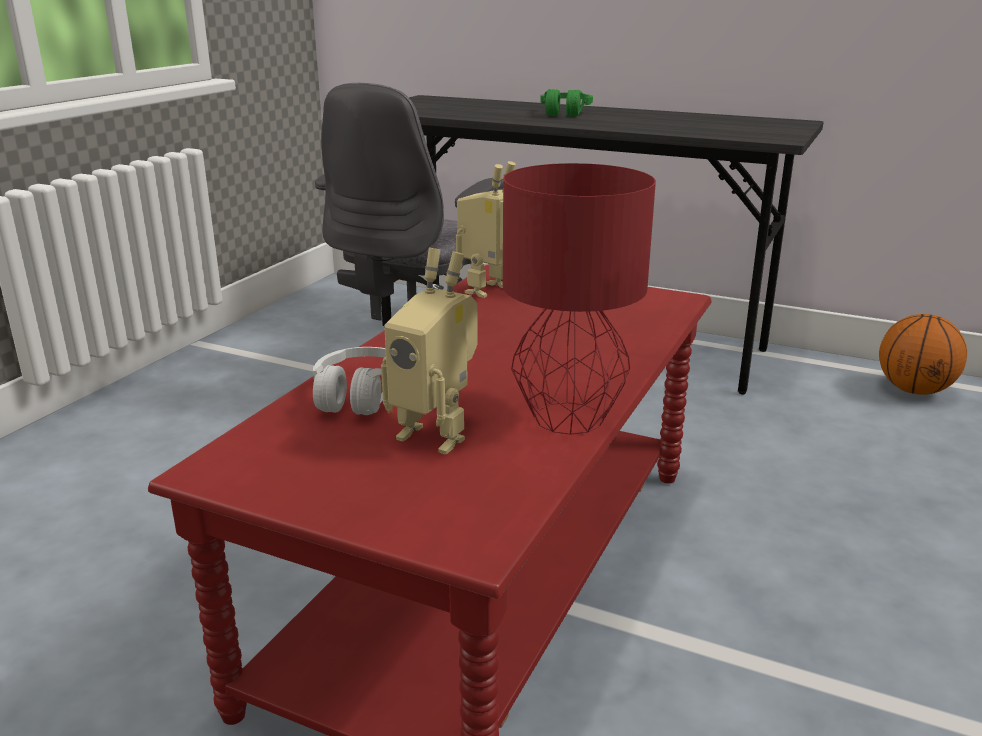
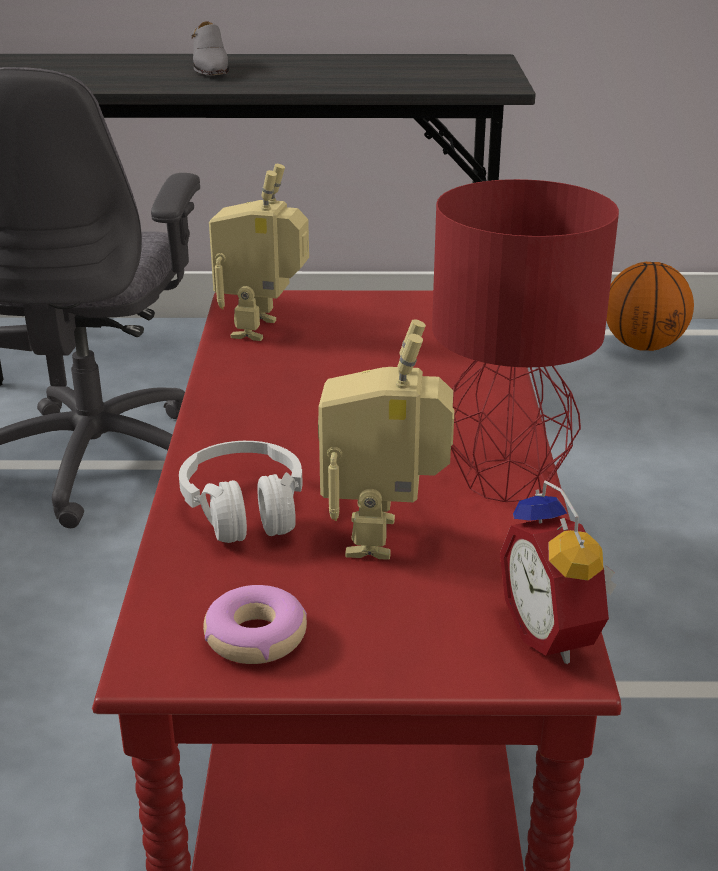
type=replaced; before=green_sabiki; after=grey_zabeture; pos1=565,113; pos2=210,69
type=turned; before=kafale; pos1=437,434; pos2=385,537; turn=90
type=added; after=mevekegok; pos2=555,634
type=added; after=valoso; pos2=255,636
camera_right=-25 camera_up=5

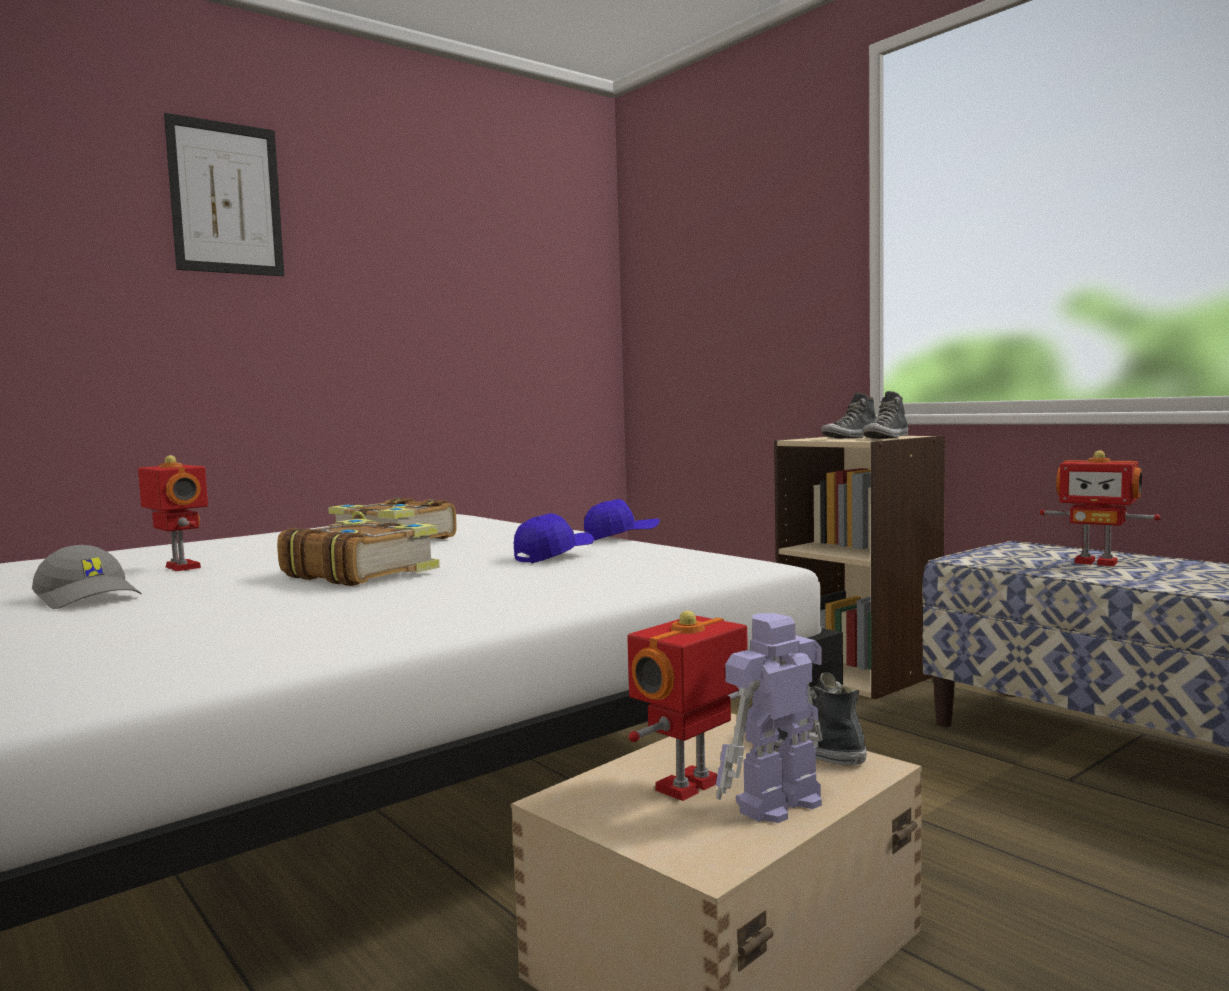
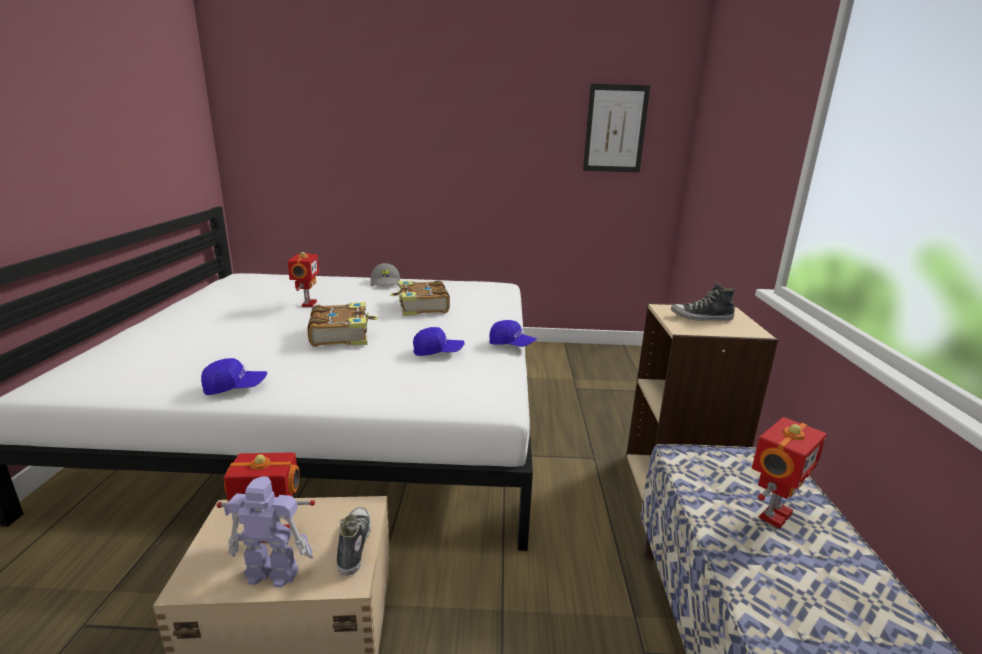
type=moved; before=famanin; pos1=226,198; pos2=615,129
type=removed; before=zabeture; pos1=887,438
type=turned; before=kafale; pos1=1096,562; pos2=772,514; turn=-120
type=moved; before=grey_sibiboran; pos1=89,597; pos2=386,283
type=added; after=blue_sibiboran; pos2=235,387
camera_right=40 camera_up=15

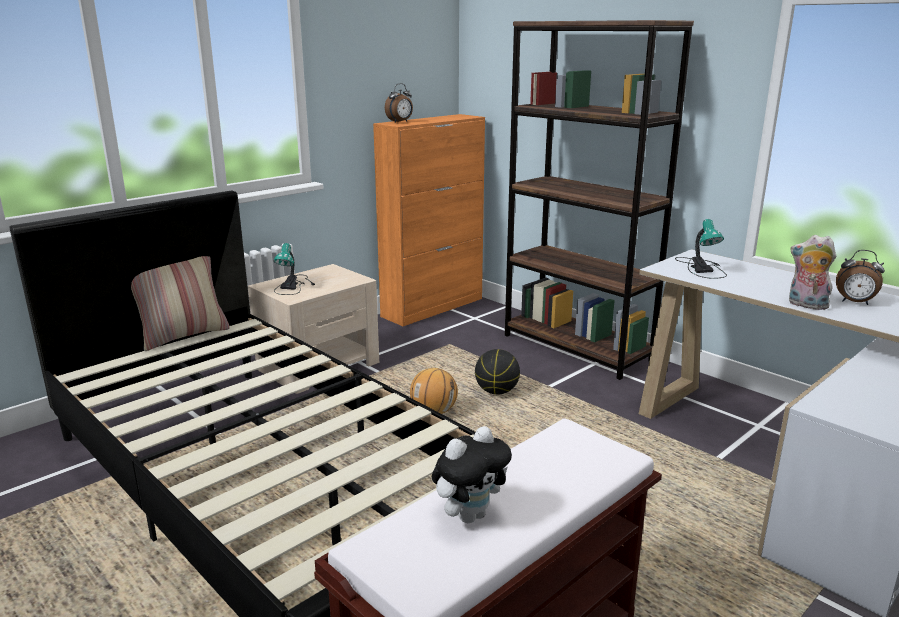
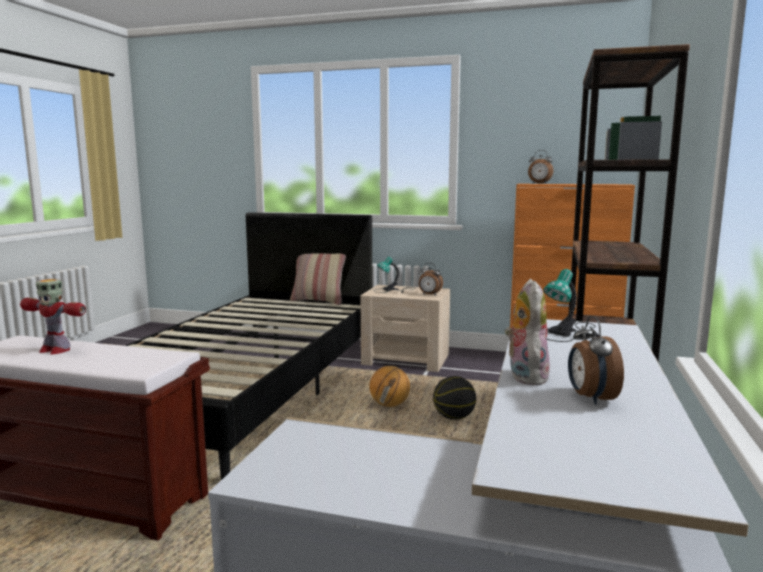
type=replaced; before=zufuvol; after=kafale; pos1=470,515; pos2=55,350
type=added; after=mevekegok; pos2=429,294
camera_right=60 camera_up=-10

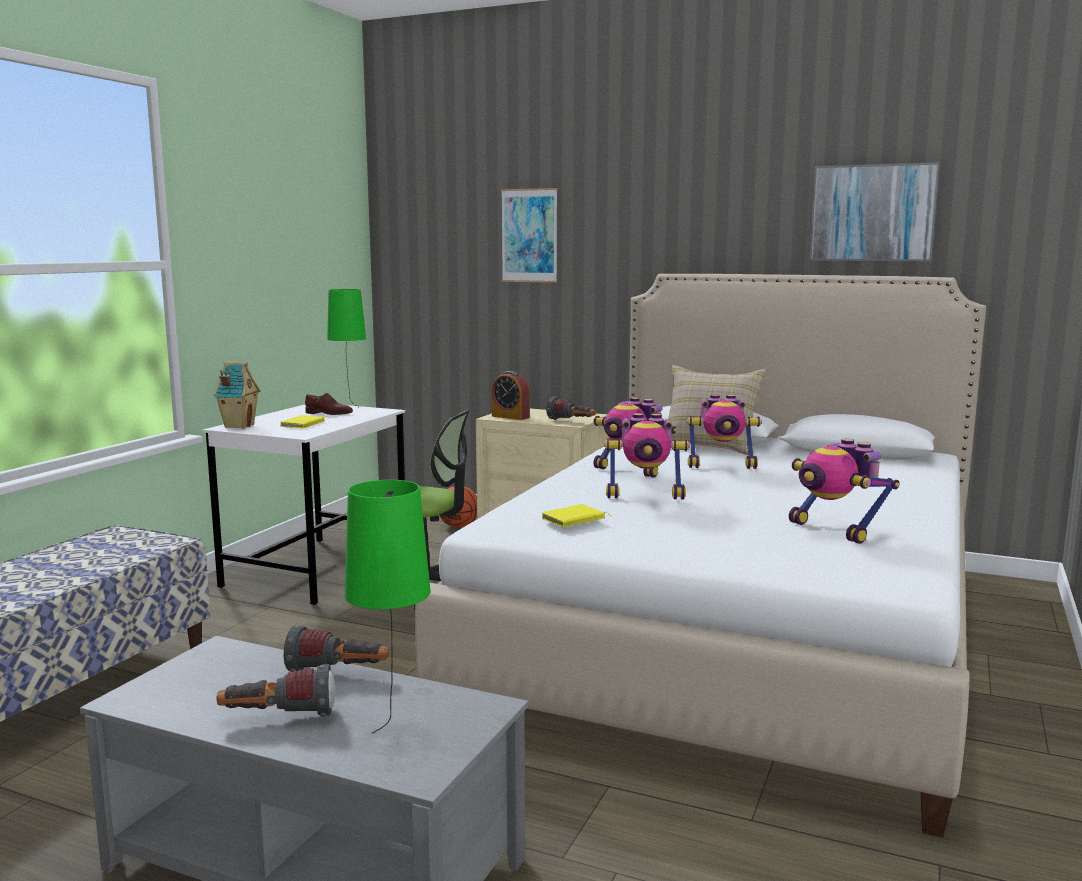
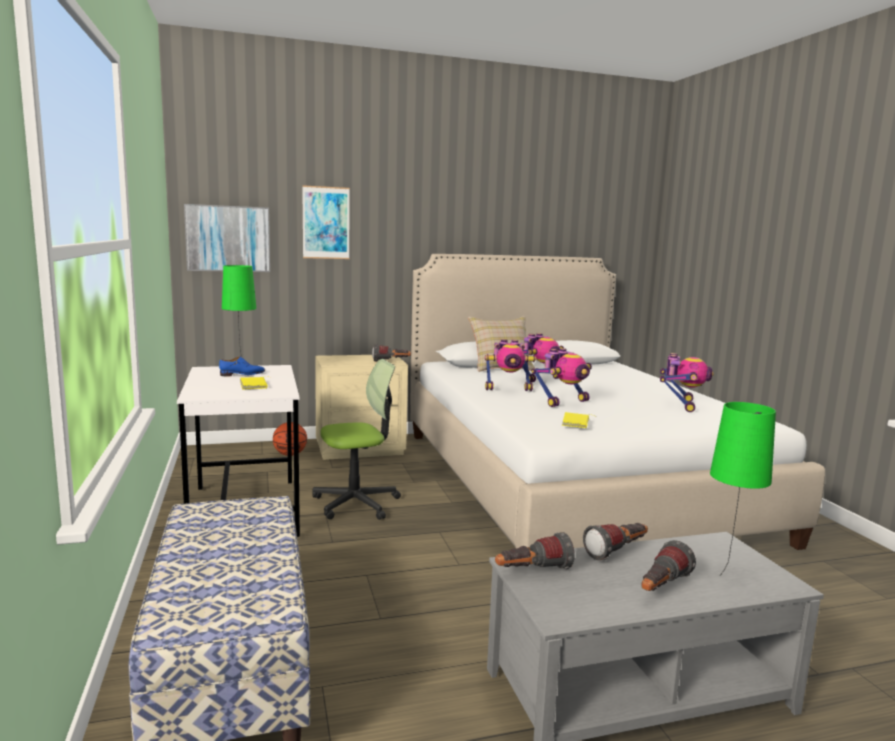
type=moved; before=famanin; pos1=872,213; pos2=228,238
type=removed; before=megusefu; pos1=238,426
type=removed; before=mevekegok; pos1=510,417
type=recoloured; before=brown_zabeture; after=blue_zabeture; pos1=329,413; pos2=242,374
type=turned; before=kafale; pos1=834,530; pos2=681,405; turn=-90
type=added; after=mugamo; pos2=532,571
camera_right=-40 camera_up=0

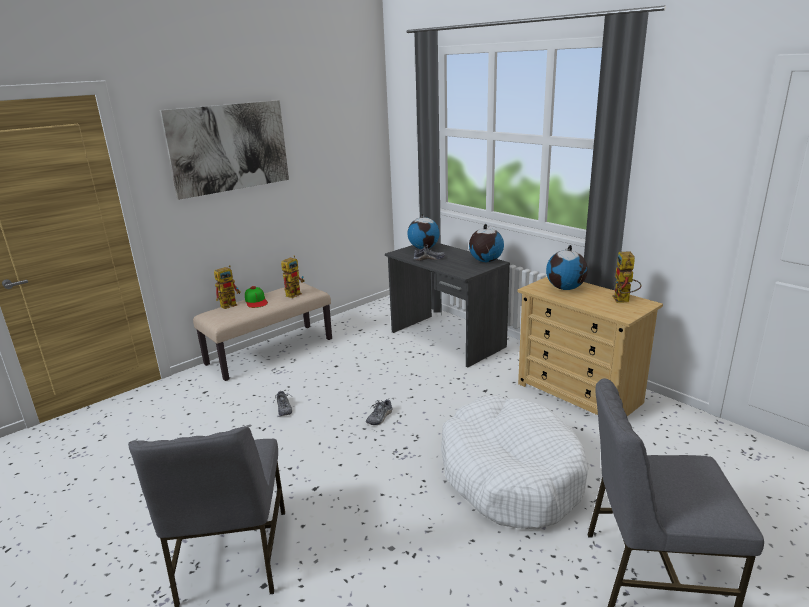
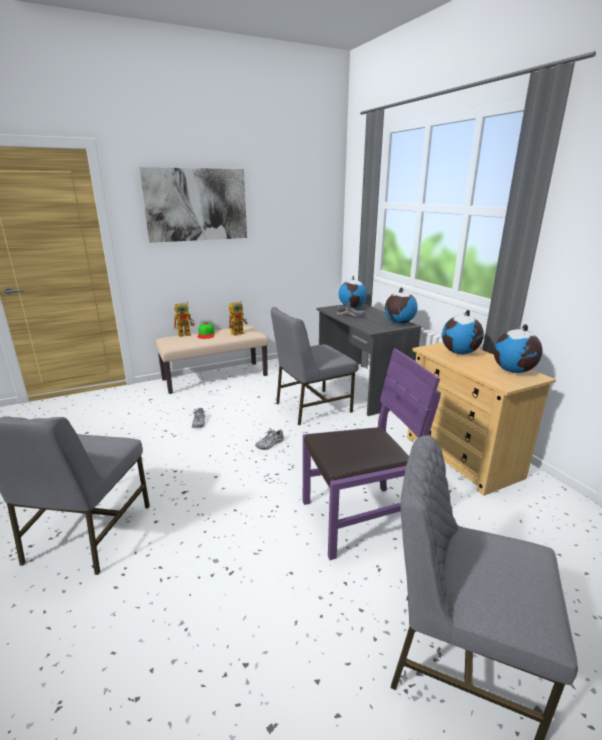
type=replaced; before=kafale; after=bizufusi; pos1=623,301; pos2=513,371
type=replaced; before=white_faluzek; after=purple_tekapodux; pos1=510,474; pos2=358,518
type=added; after=grey_tekapodux; pos2=311,407
camera_right=15 camera_up=0

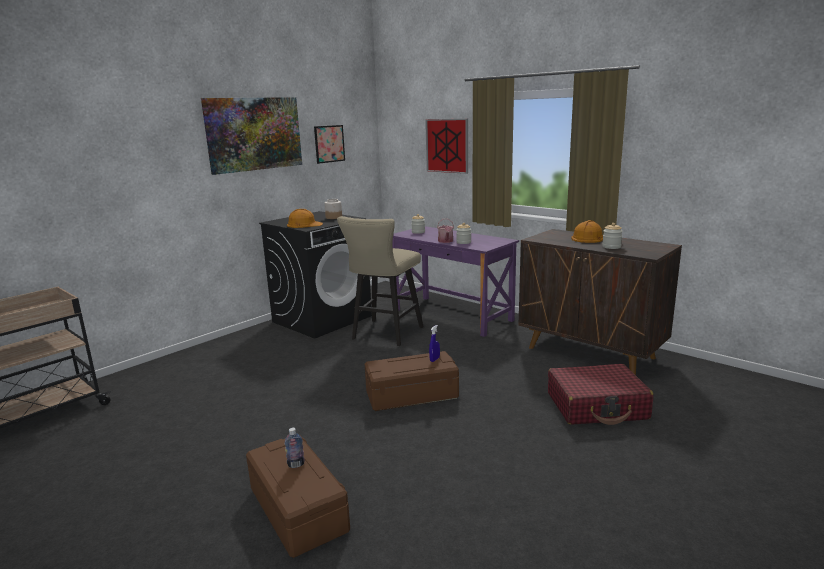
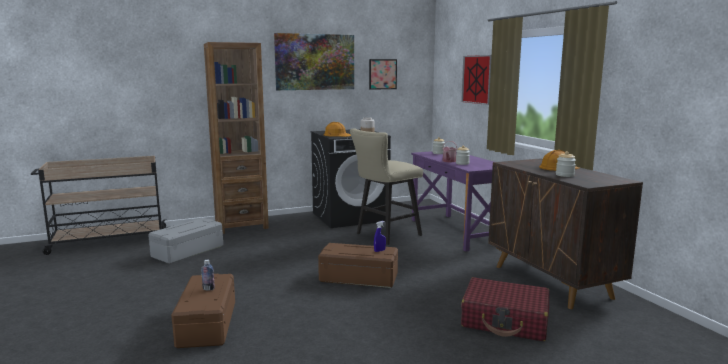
type=added; after=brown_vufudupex; pos2=241,225
type=added; after=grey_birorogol; pos2=188,251
camera_right=25 camera_up=-5

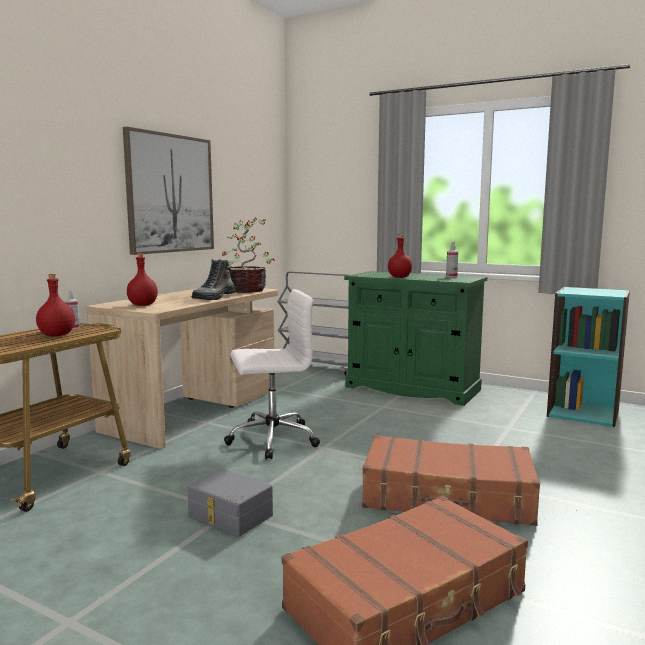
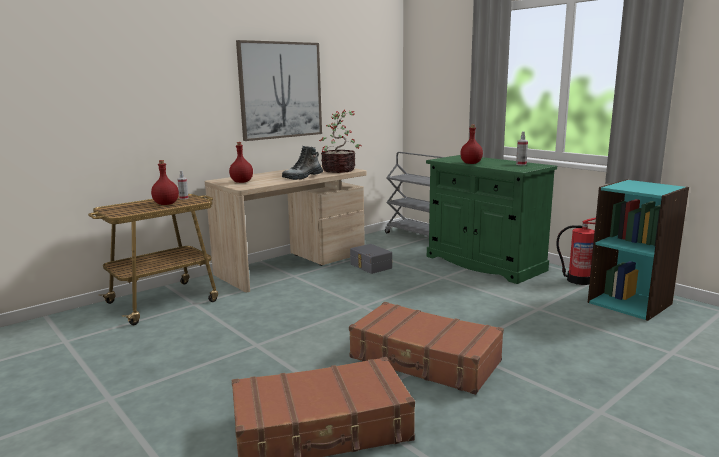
type=removed; before=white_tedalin; pos1=271,439
type=moved; before=grey_birorogol; pos1=229,516; pos2=370,266
type=added; after=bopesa; pos2=578,280
camera_right=20 camera_up=5

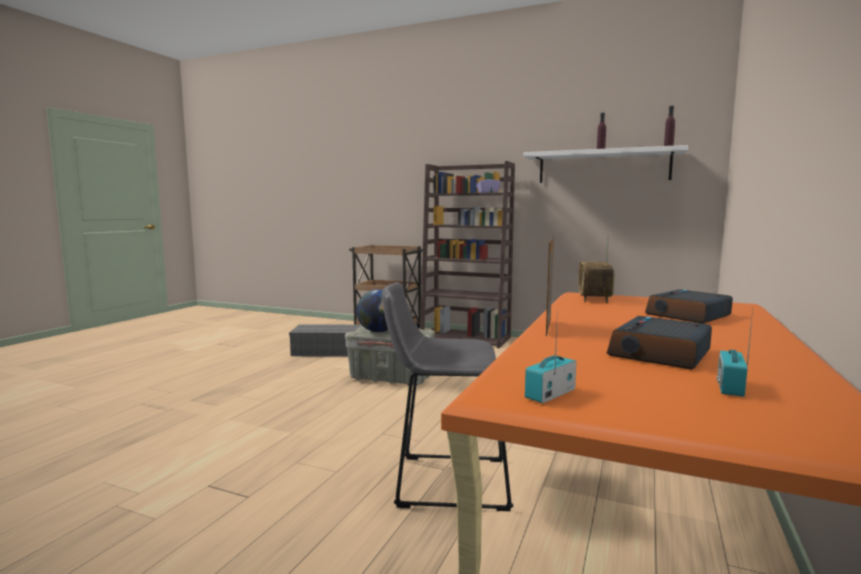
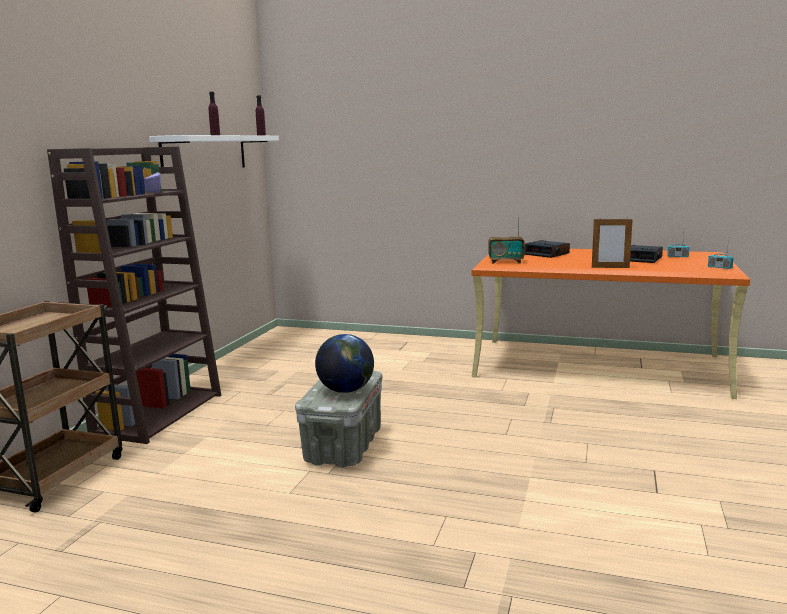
type=removed; before=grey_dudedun; pos1=445,481
type=removed; before=grey_birorogol; pos1=328,351
camera_right=-95 camera_up=5

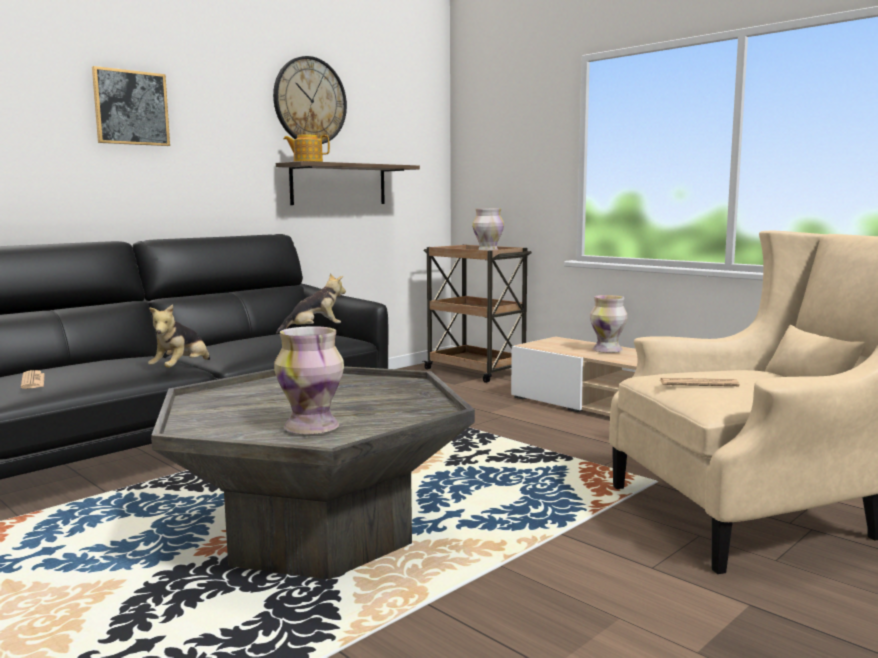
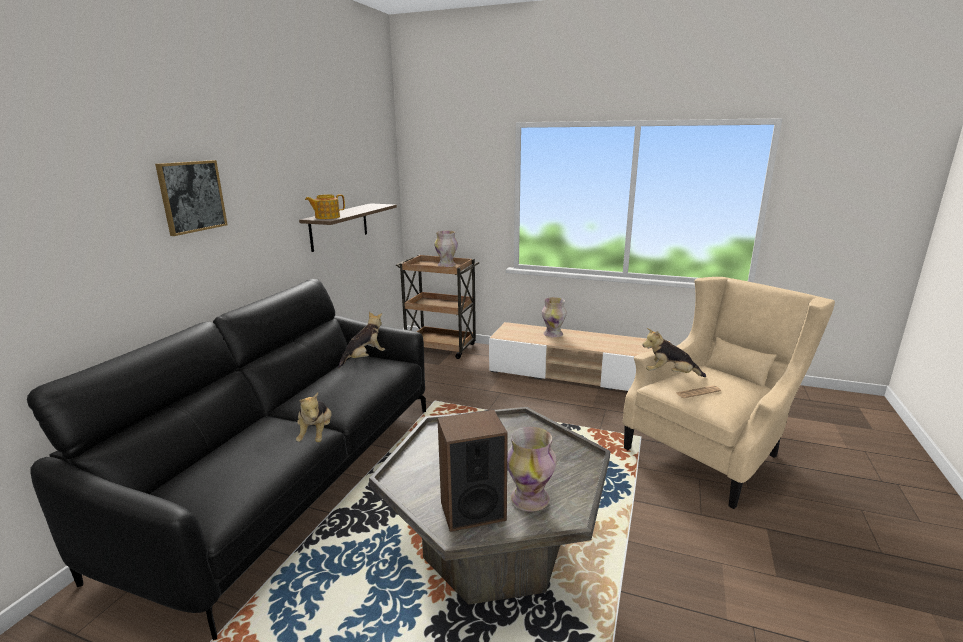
type=removed; before=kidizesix; pos1=310,101
type=removed; before=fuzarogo; pos1=33,381
type=added; after=zufuvol; pos2=670,375
type=added; after=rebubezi; pos2=472,511
camera_right=-25 camera_up=10

